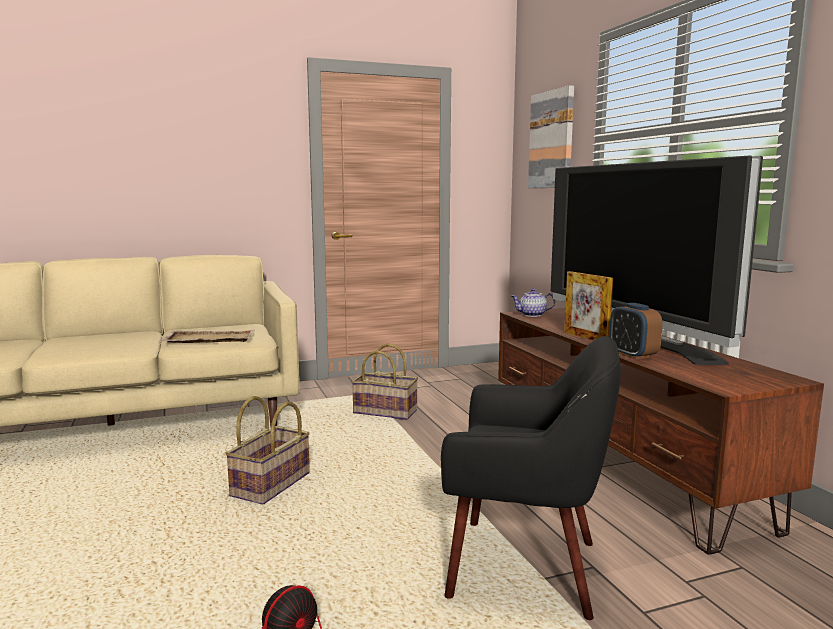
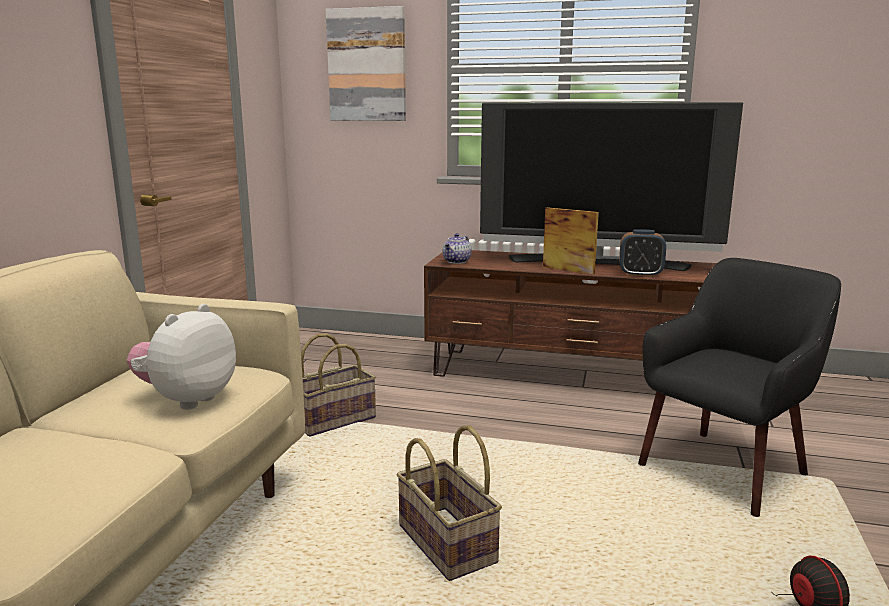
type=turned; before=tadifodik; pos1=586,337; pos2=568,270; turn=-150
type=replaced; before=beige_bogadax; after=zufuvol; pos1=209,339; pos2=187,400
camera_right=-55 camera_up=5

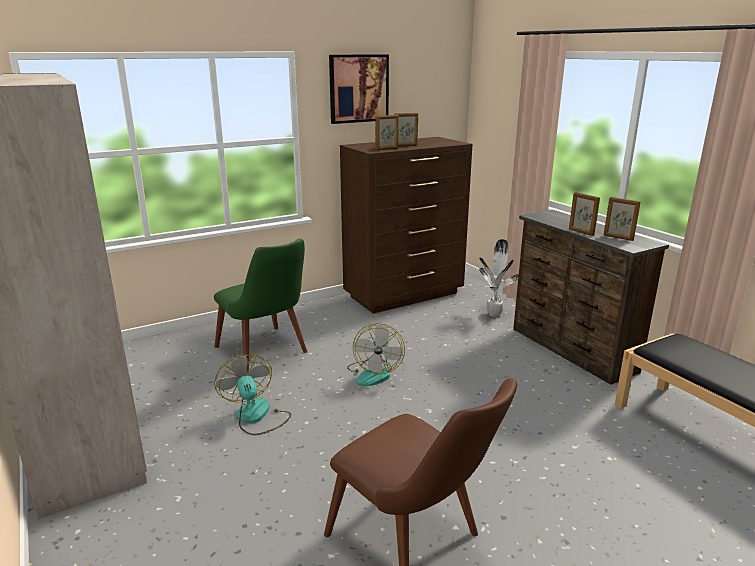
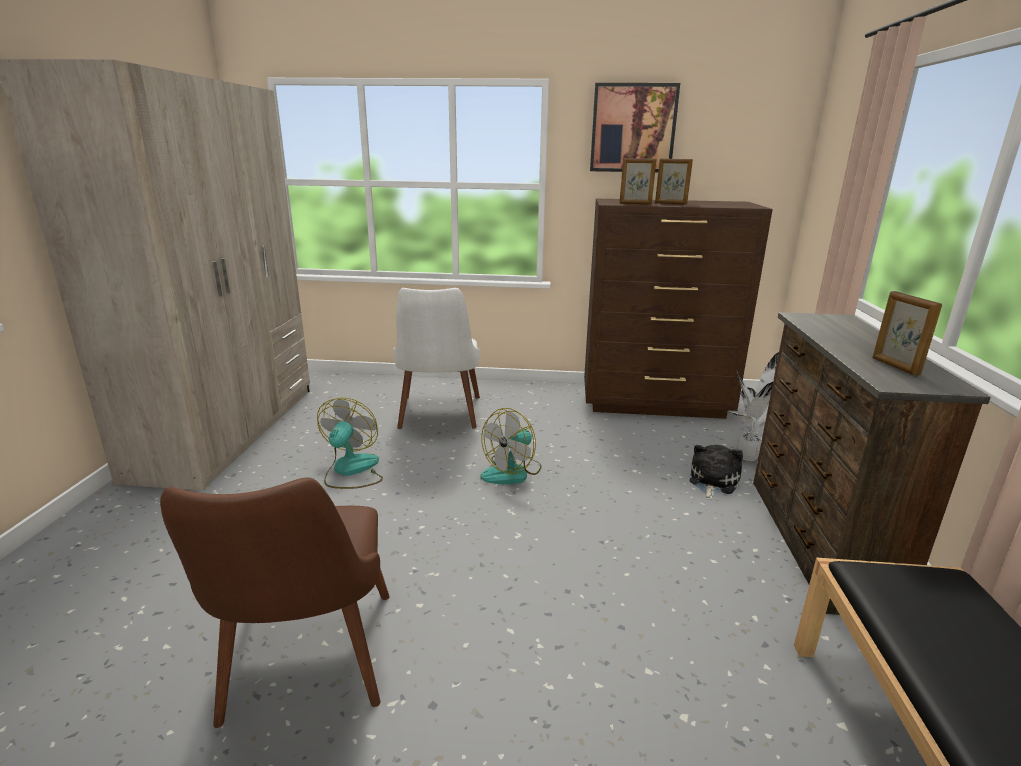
type=removed; before=tadifodik; pos1=581,232
type=recoloured; before=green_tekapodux; after=white_tekapodux; pos1=267,353; pos2=439,417
type=added; after=zufuvol; pos2=712,482
camera_right=35 camera_up=0

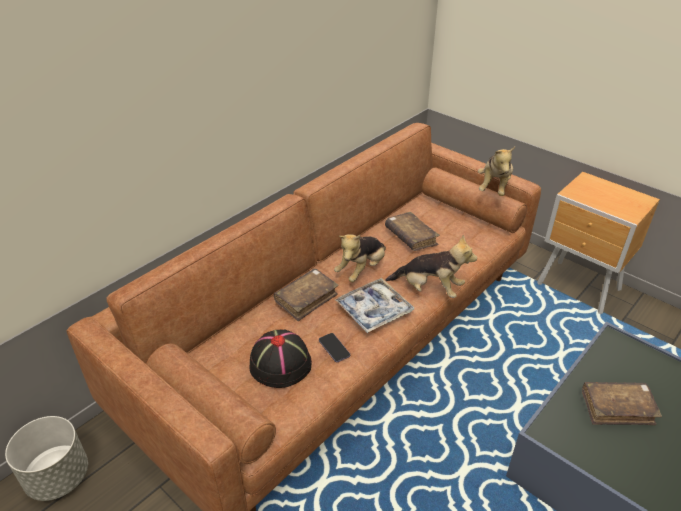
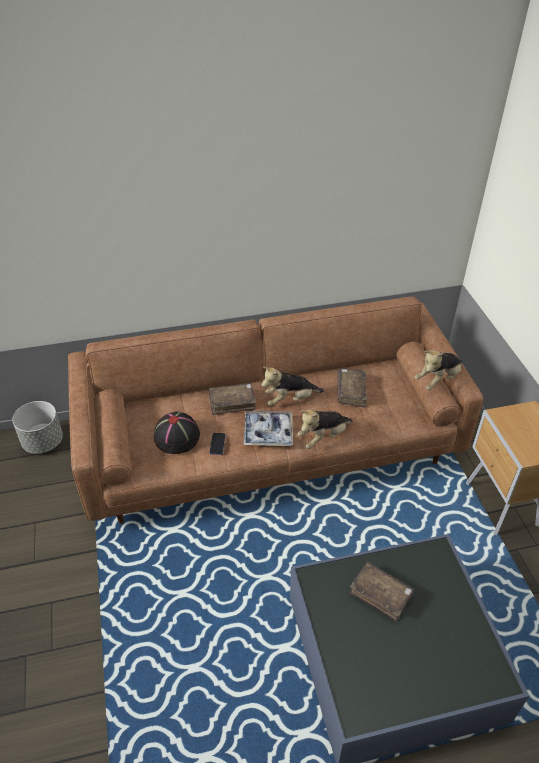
type=turned; before=zufuvol; pos1=429,289; pos2=323,437; turn=90
camera_right=35 camera_up=5

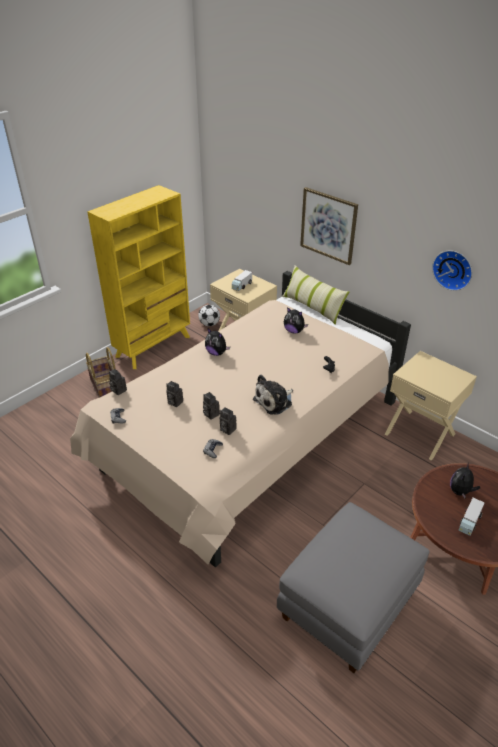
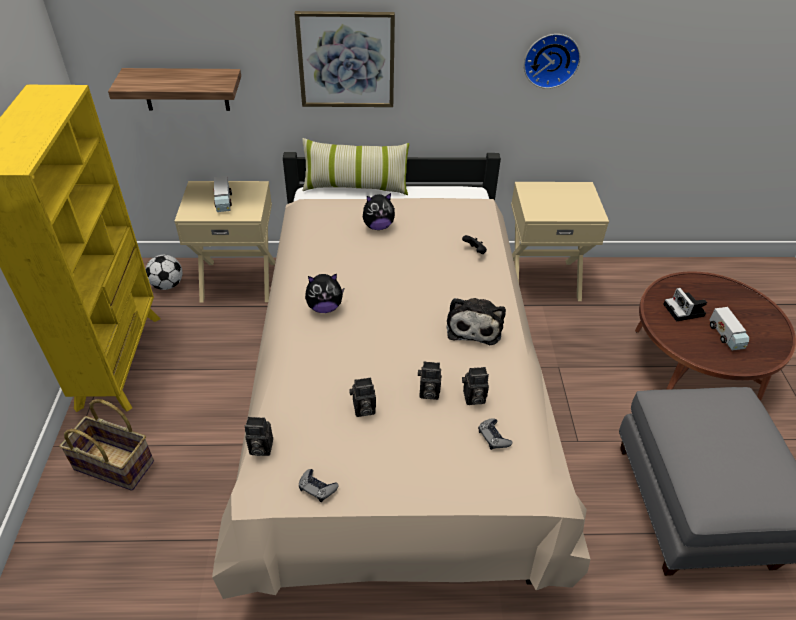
type=replaced; before=zufuvol; after=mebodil; pos1=460,491; pos2=685,311
type=added; after=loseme; pos2=185,89
camera_right=-45 camera_up=5

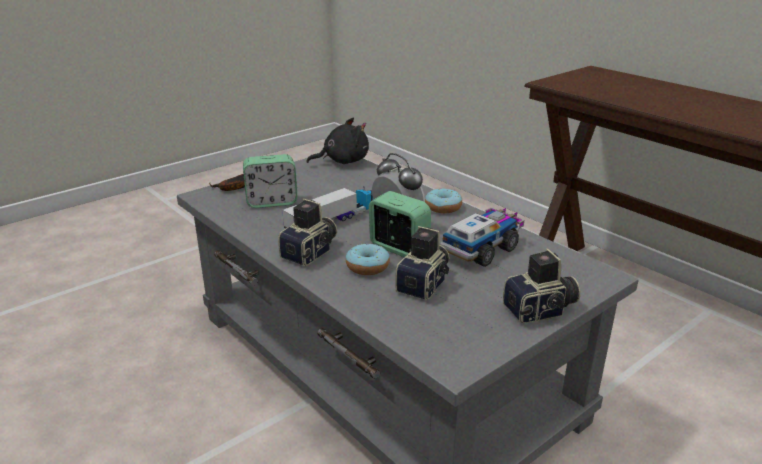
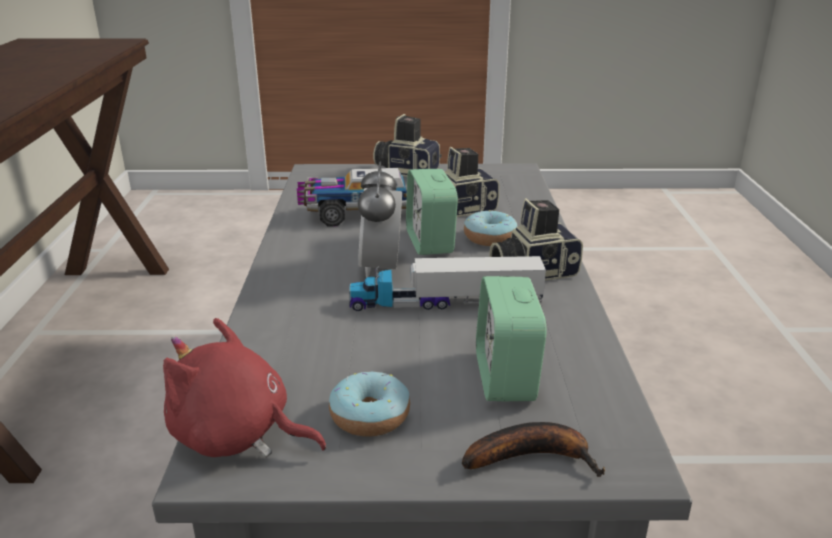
type=recoloured; before=black_zufuvol; after=red_zufuvol; pos1=342,161; pos2=237,436
type=turned; before=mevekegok; pos1=272,202; pos2=505,377; turn=-120
type=moved; before=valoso; pos1=443,207; pos2=370,416
camera_right=-140 camera_up=0

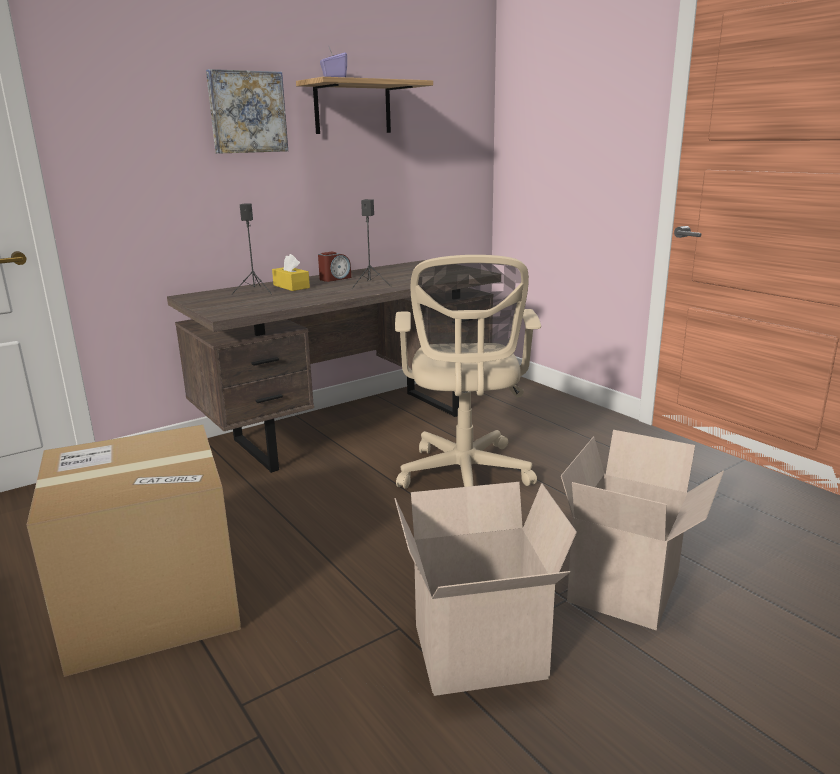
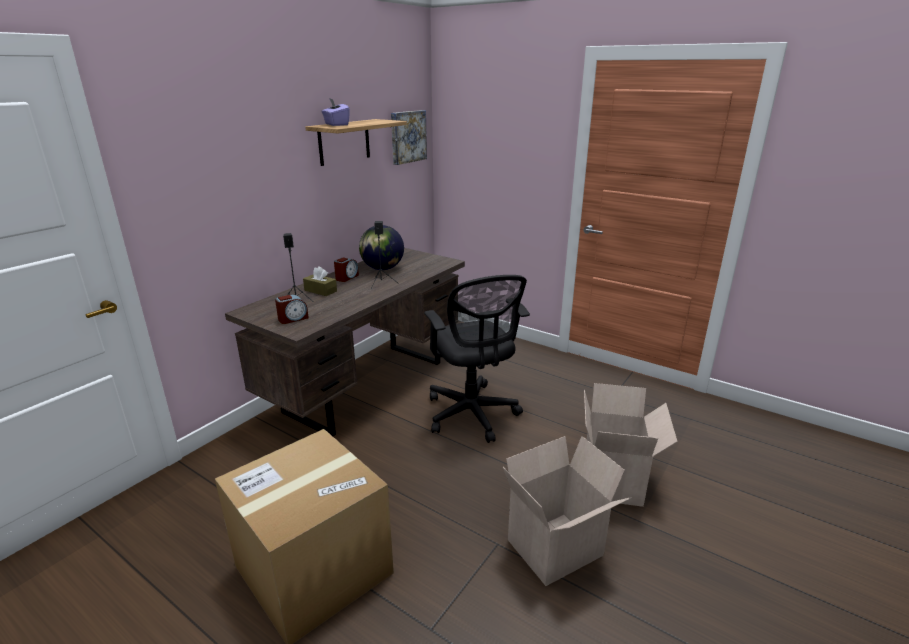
type=moved; before=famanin; pos1=247,112; pos2=407,136
type=recoloured; before=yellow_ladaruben; after=brown_ladaruben; pos1=291,286; pos2=320,291
type=recoloured; before=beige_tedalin; after=black_tedalin; pos1=465,477; pos2=472,415
type=added; after=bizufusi; pos2=382,269
type=added; after=mevekegok; pos2=293,319
camera_right=-20 camera_up=5

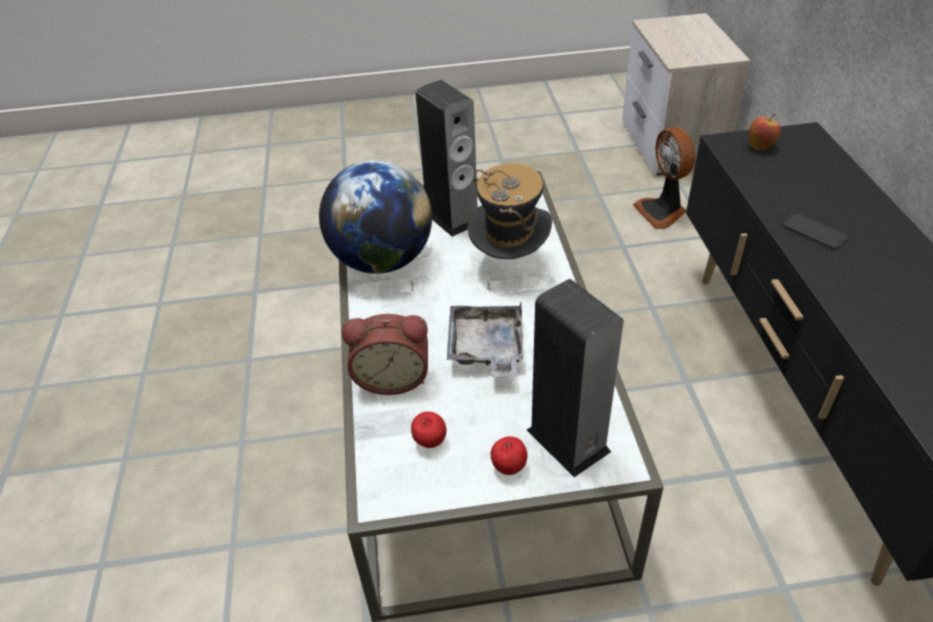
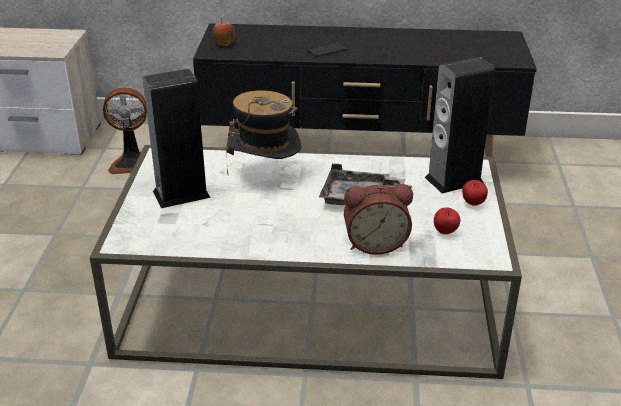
type=removed; before=bizufusi; pos1=382,260
type=turned; before=mevekegok; pos1=392,377; pos2=375,243; turn=75
camera_right=-80 camera_up=-10

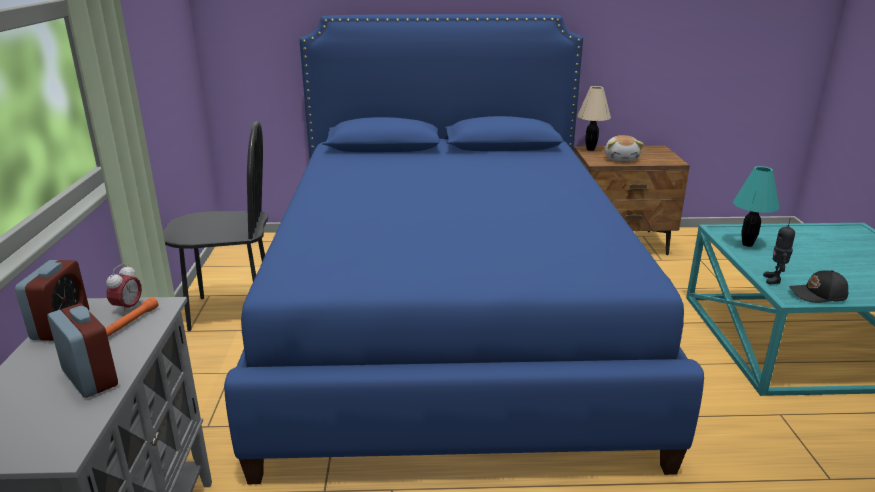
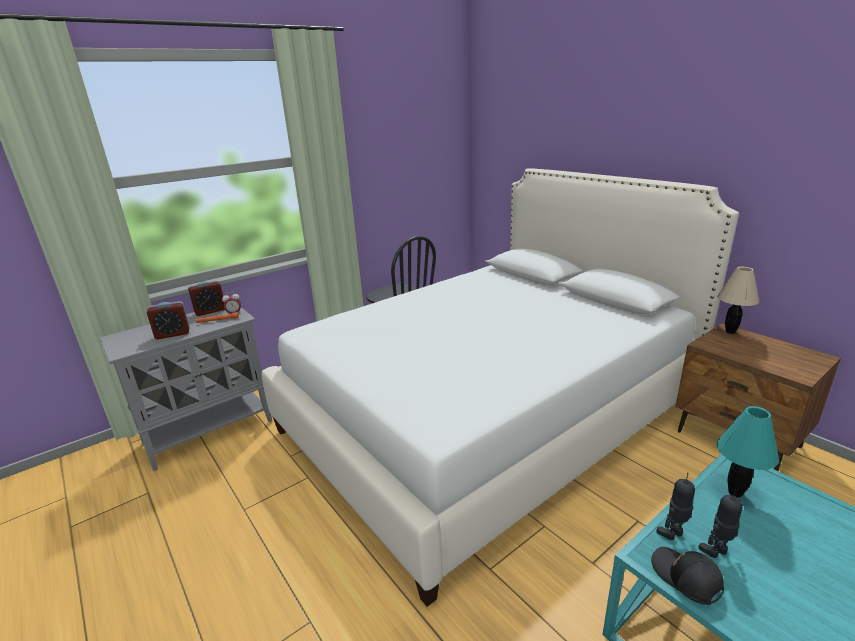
type=recoloured; before=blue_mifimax; after=white_mifimax; pos1=450,320; pos2=488,416
type=removed; before=zufuvol; pos1=621,158
type=turned; before=mevekegok; pos1=90,378; pos2=173,334; turn=60
type=added; after=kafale; pos2=716,552
camera_right=55 camera_up=0

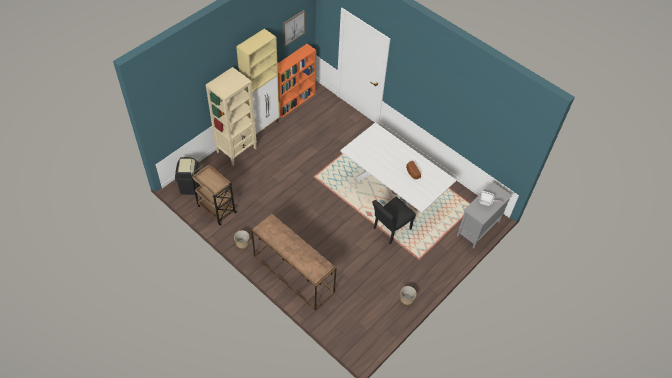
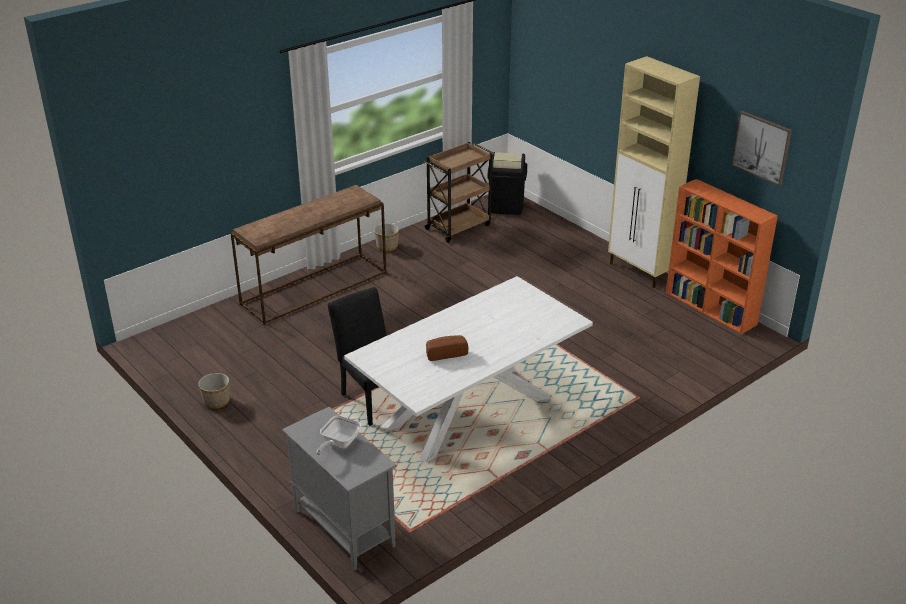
type=removed; before=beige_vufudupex; pos1=237,150
camera_right=100 camera_up=-20

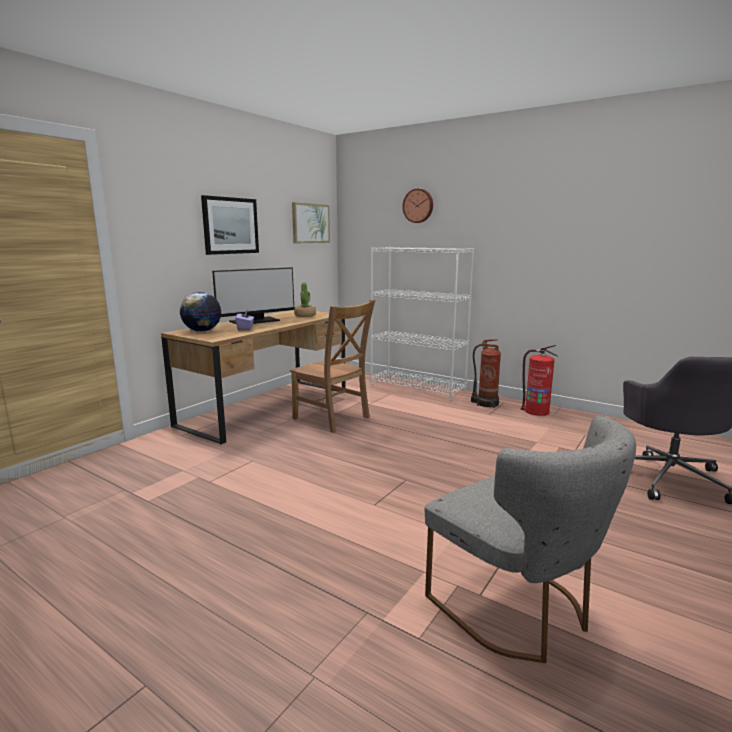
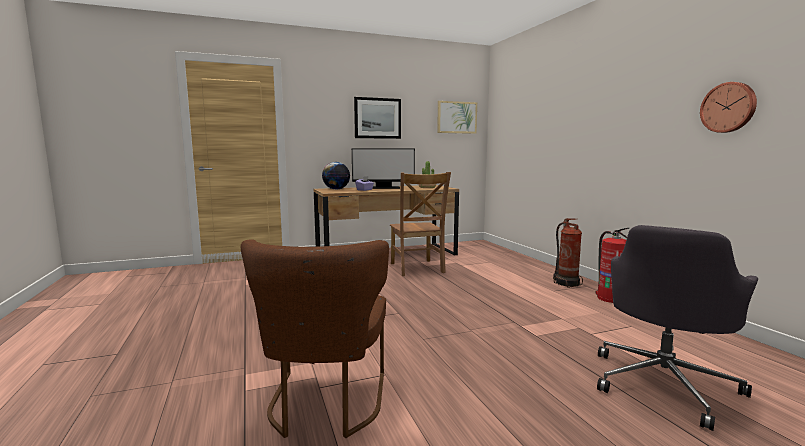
type=moved; before=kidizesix; pos1=418,206; pos2=728,107
type=removed; before=white_vufudupex; pos1=417,387
type=recoloured; before=grey_tekapodux; after=brown_tekapodux; pos1=518,611; pos2=325,406
camera_right=35 camera_up=-5

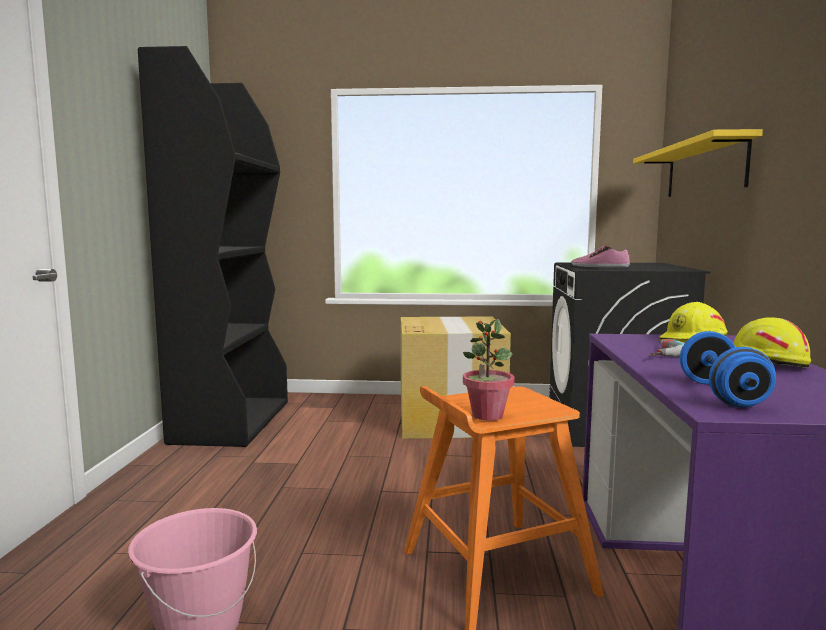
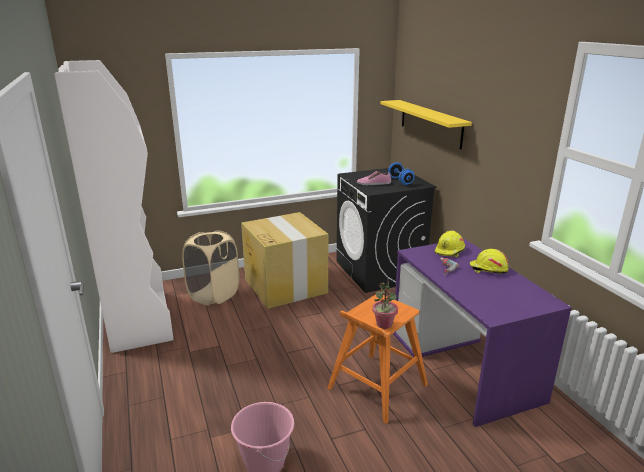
type=recoloured; before=black_vufudupex; after=white_vufudupex; pos1=232,421; pos2=139,320
type=moved; before=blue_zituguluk; pos1=721,394; pos2=400,181
type=added; after=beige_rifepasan; pos2=214,295
camera_right=-25 camera_up=15

